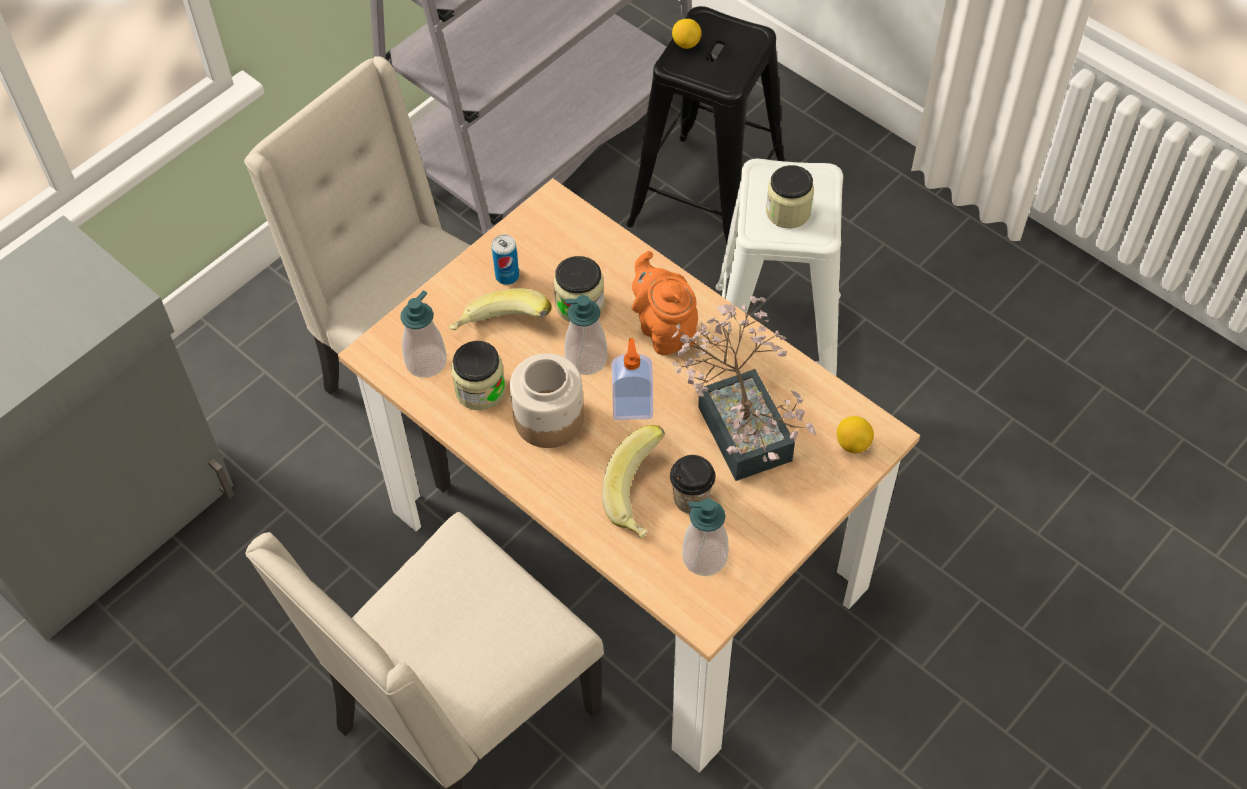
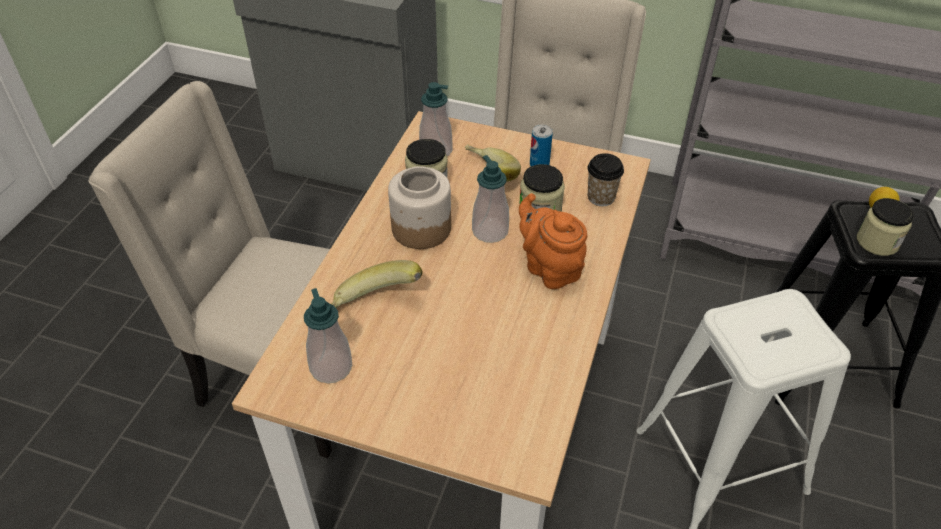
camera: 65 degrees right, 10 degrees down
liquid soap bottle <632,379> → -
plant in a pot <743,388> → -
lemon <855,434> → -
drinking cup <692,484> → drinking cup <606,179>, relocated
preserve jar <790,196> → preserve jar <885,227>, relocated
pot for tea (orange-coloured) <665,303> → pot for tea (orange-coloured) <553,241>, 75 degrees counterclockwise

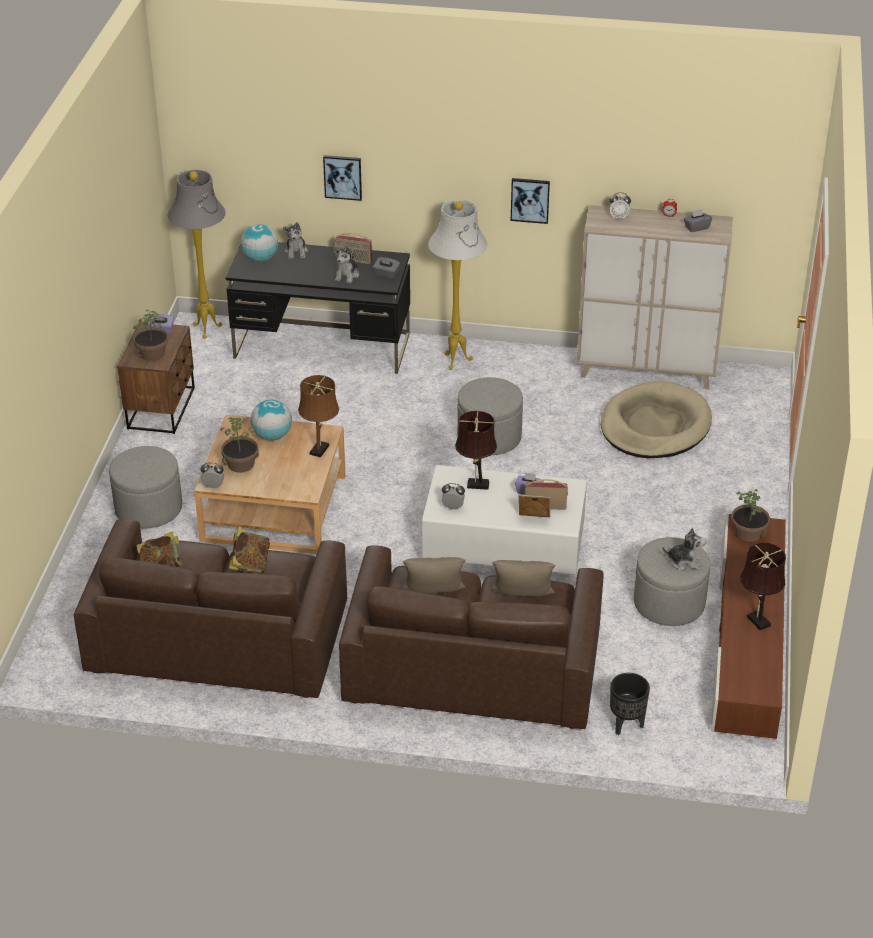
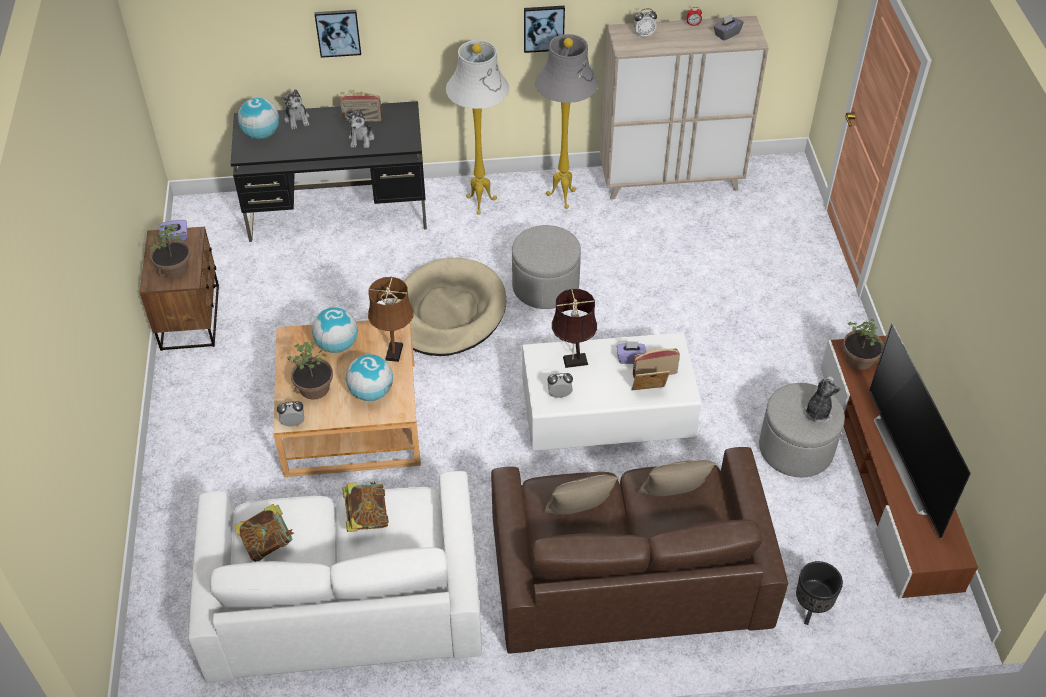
camera: 15 degrees left, 10 degrees up
pouffe (grey) <145,487> → -
tissue holder (grey) <386,267> → -
- → globe <369,377>
standing lamp (grey) <196,254> → standing lamp (grey) <566,121>, relocated
pet bed (beige) <656,419> → pet bed (beige) <449,307>, relocated
tabletop lamp (brown-coloured) <763,586> → TV <920,430>
sofa (brown-coloured) <210,608> → sofa (white) <335,576>
plush toy <684,549> → plush toy <822,399>, 60 degrees counterclockwise

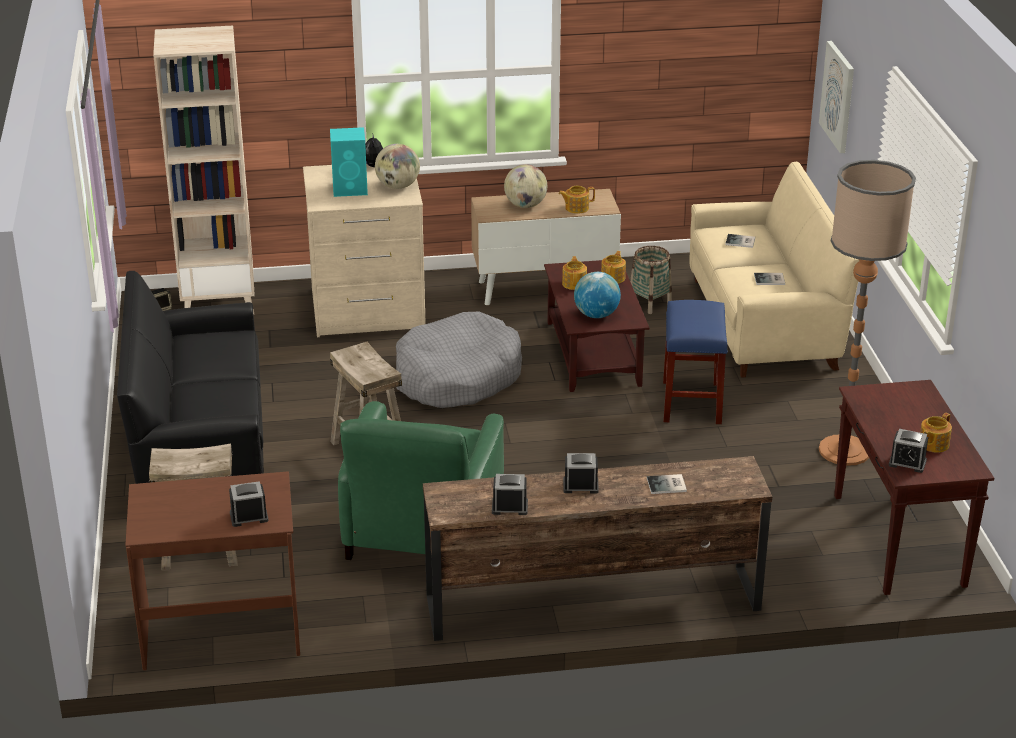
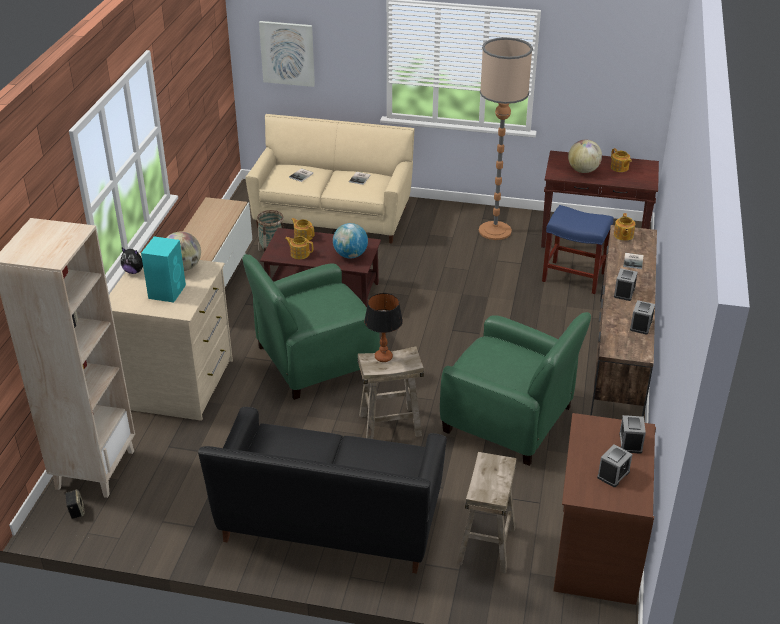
camera: 70 degrees left, 5 degrees up
- → tabletop lamp <383,327>
globe <525,186> → globe <585,156>, relocated
pot for tea <576,200> → pot for tea <624,227>, relocated
sitting stool (bluish) <695,362> → sitting stool (bluish) <578,249>, relocated
alarm clock <908,451> → alarm clock <614,465>, relocated
pet bed (grey) <459,360> → easy chair (greenish) <311,327>

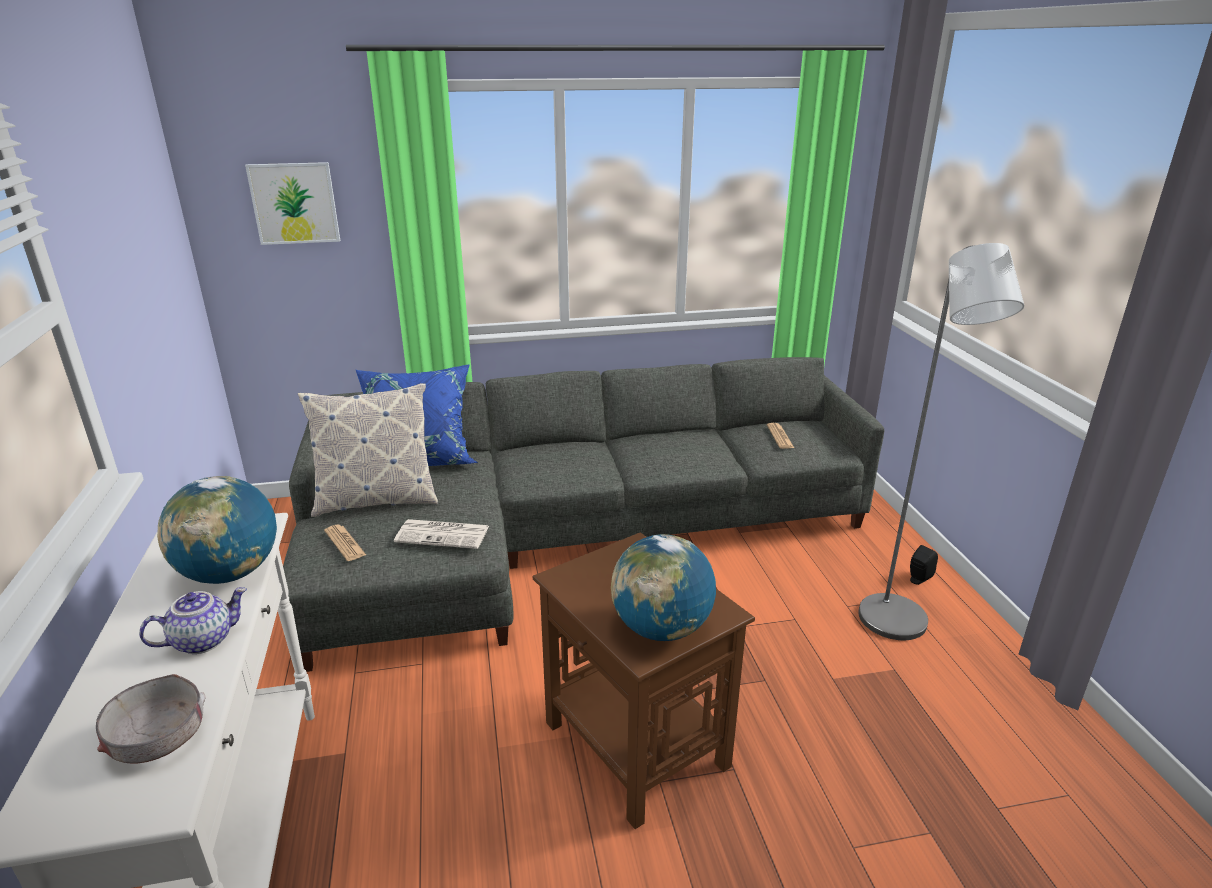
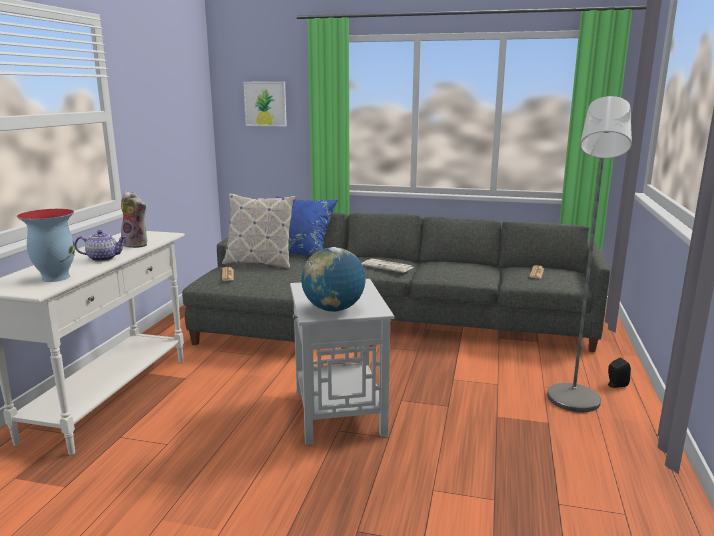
camera: 25 degrees right, 10 degrees down
newspaper <441,534> → newspaper <388,266>, relocated
serving bowl (grey) <150,718> → flower vase <46,245>
globe <217,530> → plush toy <134,219>
end table (brown-coloured) <644,680> → end table (white) <342,362>

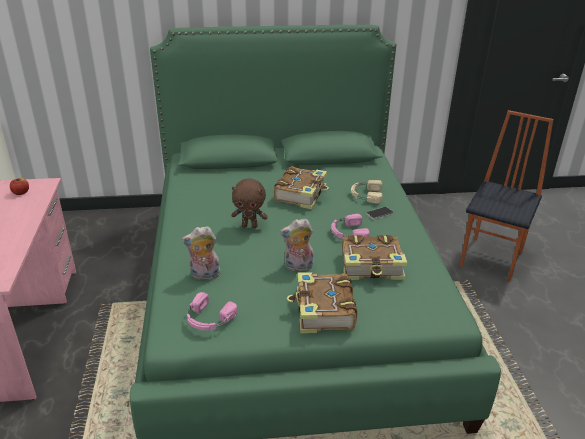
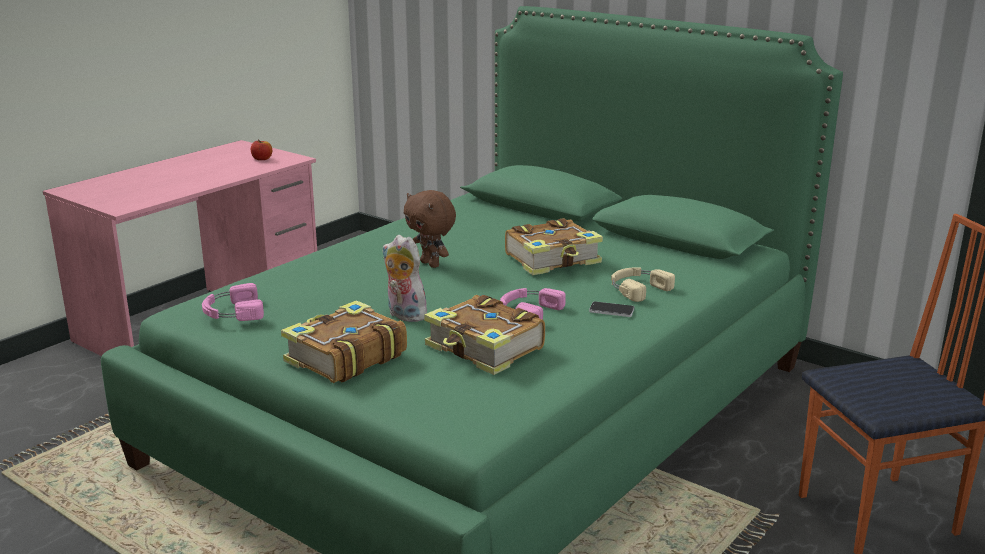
camera: 45 degrees right, 10 degrees down
plush toy <201,253> → -

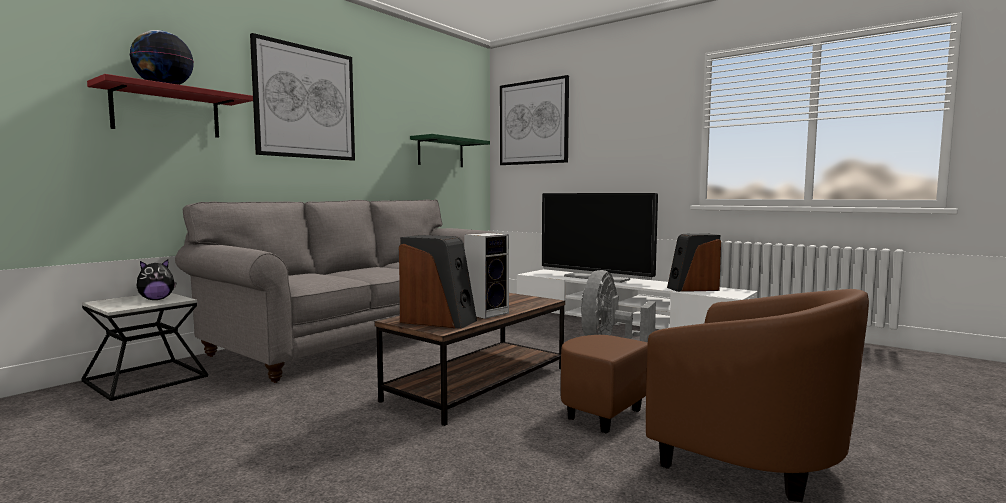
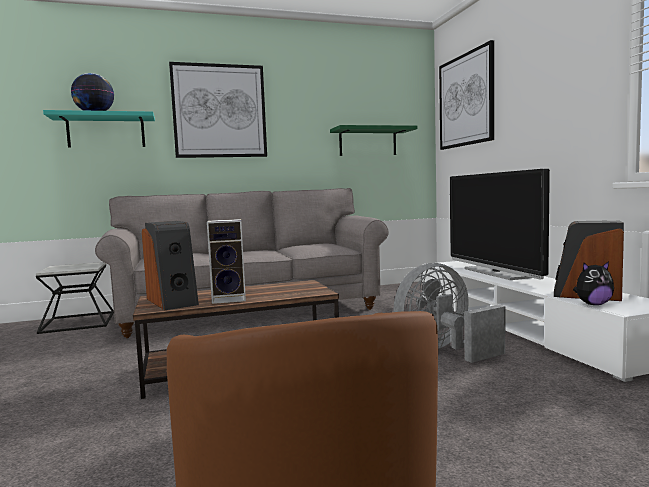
camera: 35 degrees right, 0 degrees up
plush toy <157,279> → plush toy <593,283>, relocated
bracket shelf (red-coloured) <170,106> → bracket shelf (turquoise) <99,128>

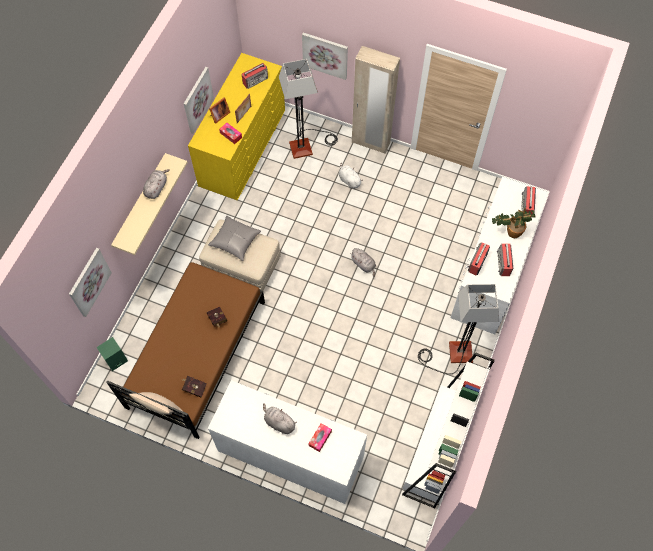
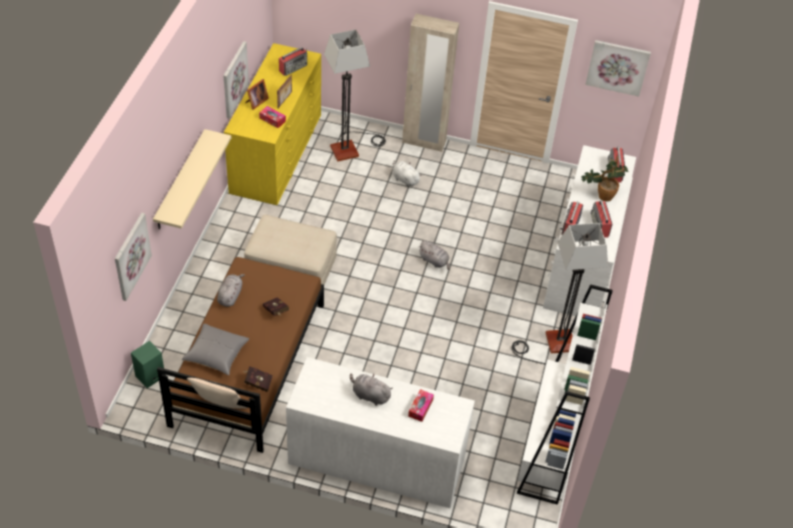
camera: 10 degrees left, 15 degrees down
plush toy (grey) <156,184> → plush toy (grey) <231,290>, relocated
pillow (grey) <234,238> → pillow (grey) <215,349>, relocated
wall picture <325,56> → wall picture <618,68>, relocated

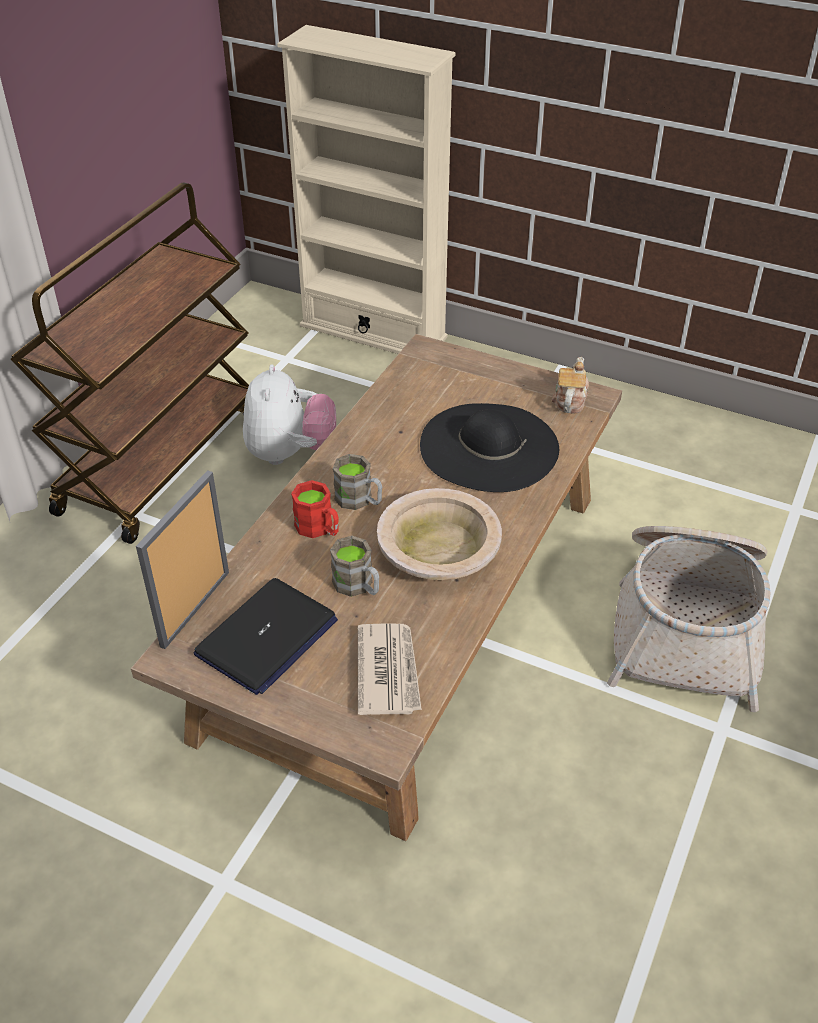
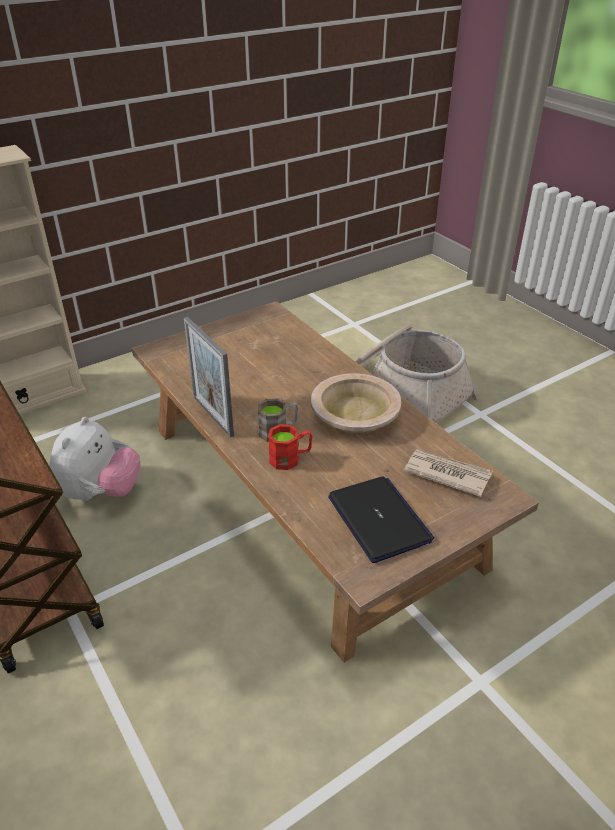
camera: 60 degrees left, 5 degrees down
coffee mug (brown-coloured) <354,566> → -
hat (black) <489,447> → -
pot for tea <570,385> → -
photo frame <182,559> → photo frame <209,377>, relocated
plush toy <289,414> → plush toy <95,459>, 75 degrees clockwise

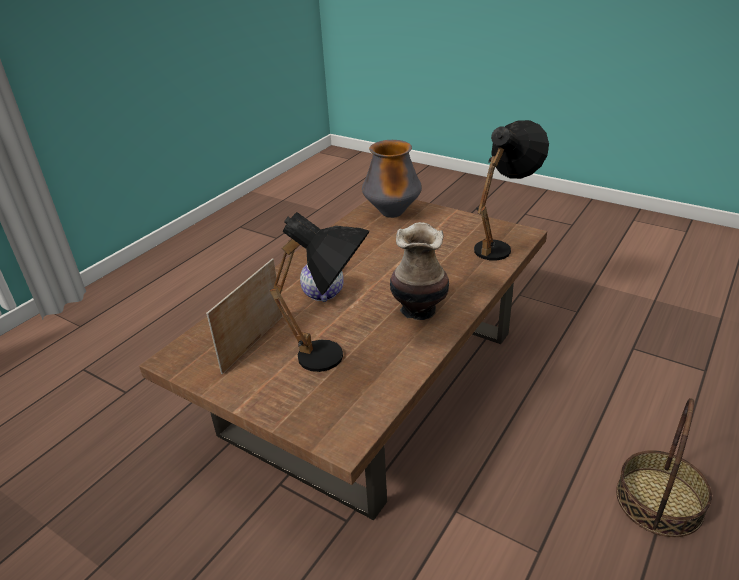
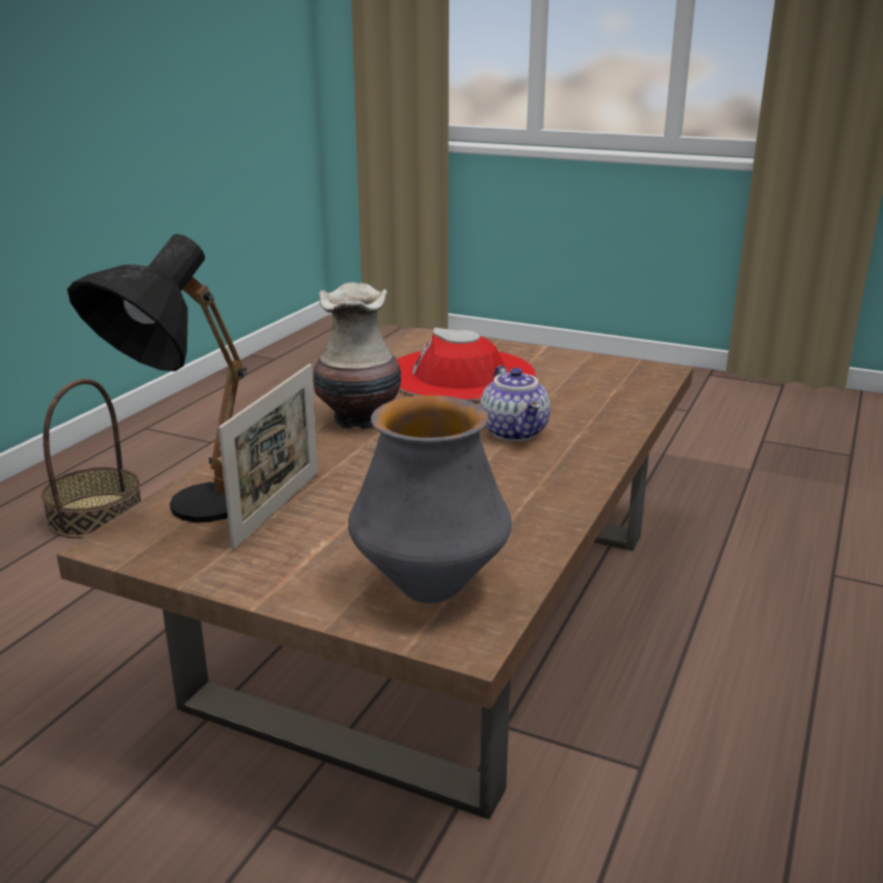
camera: 170 degrees right, 10 degrees down
photo frame <244,316> → photo frame <268,457>, relocated
tabletop lamp (black) <319,292> → hat (red-coloured) <466,364>

